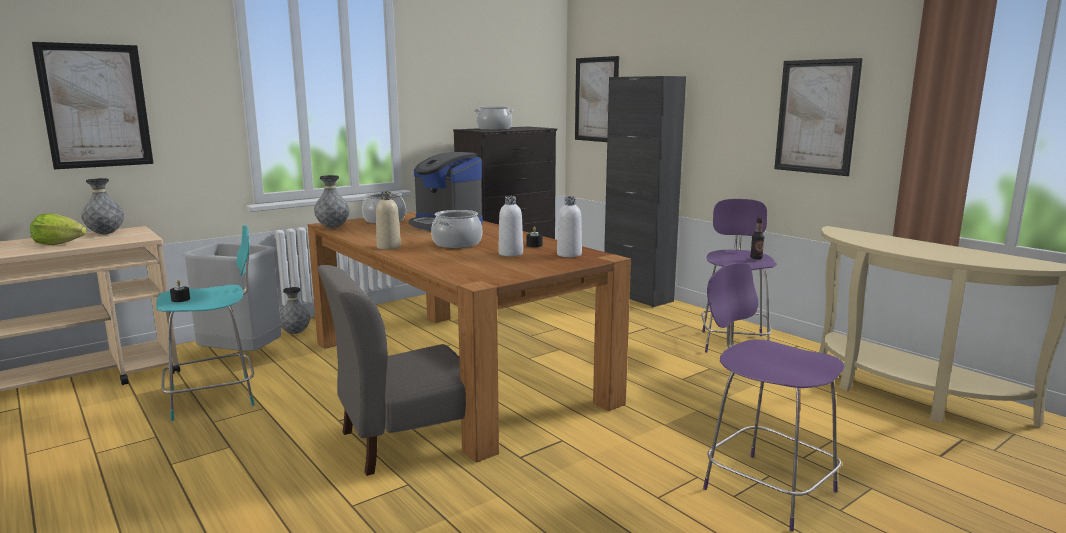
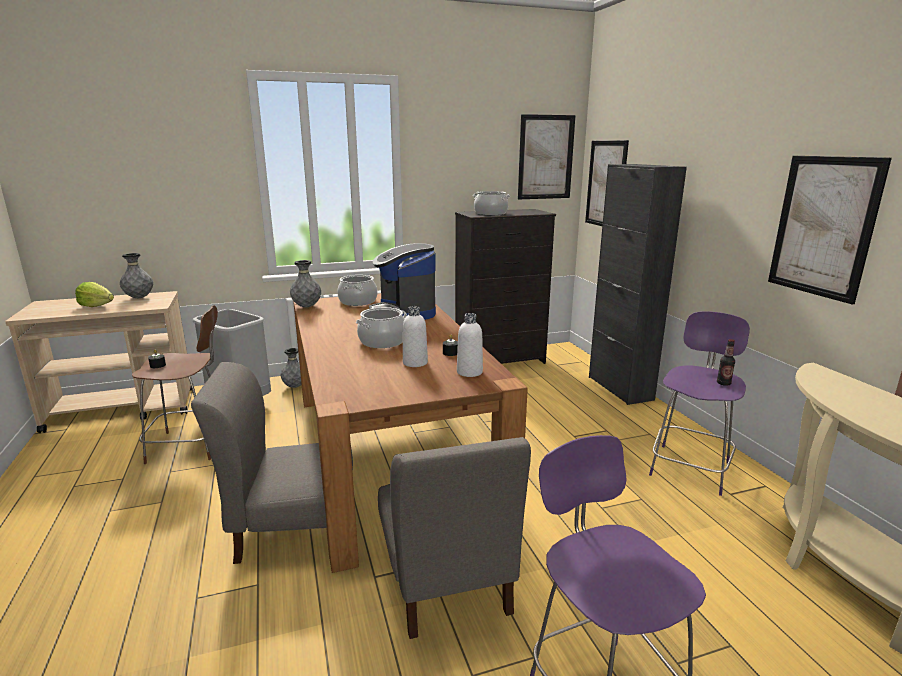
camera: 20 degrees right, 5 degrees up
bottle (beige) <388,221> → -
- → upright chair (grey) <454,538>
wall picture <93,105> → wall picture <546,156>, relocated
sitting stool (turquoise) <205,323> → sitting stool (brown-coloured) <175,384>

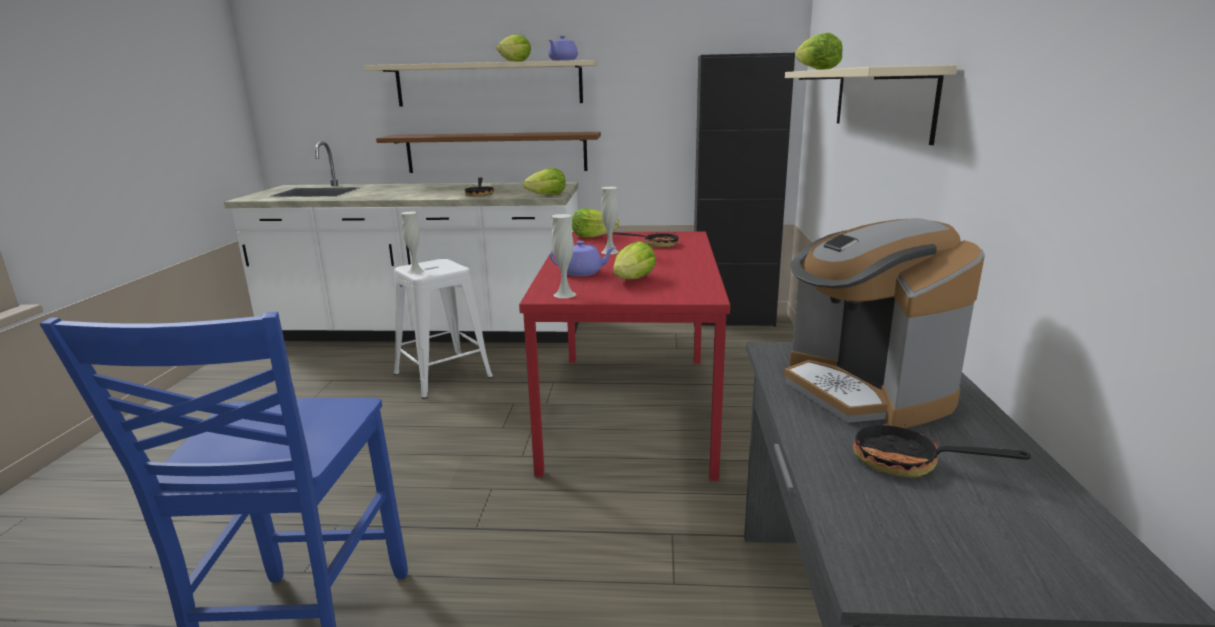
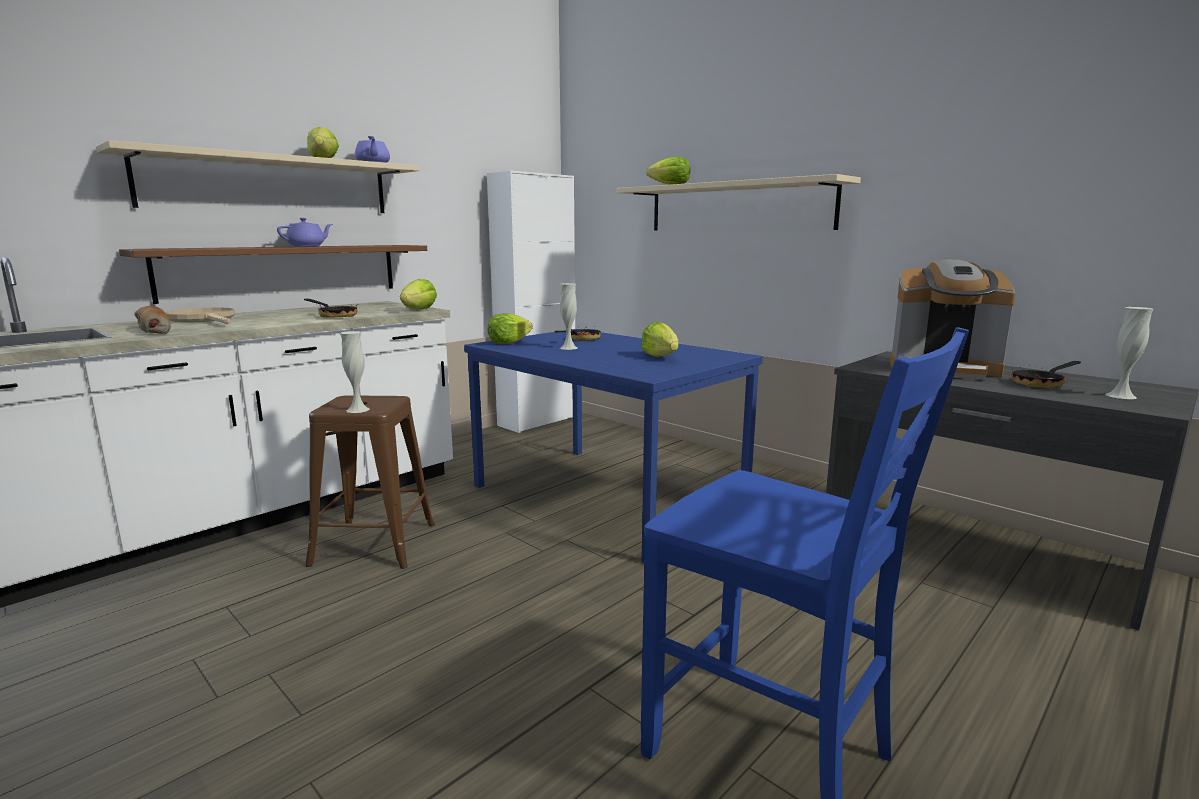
camera: 50 degrees left, 5 degrees down
- → baked bread <152,320>
- → pan (beige) <200,315>
pot for tea (purple-coloured) <583,258> → pot for tea (purple-coloured) <305,232>, relocated
flower vase (white) <563,256> → flower vase (white) <1129,353>, relocated
sitting stool (white) <443,329> → sitting stool (brown-coloured) <370,482>
dinner table (red-coloured) <624,356> → dinner table (bluish) <613,446>
cabinet (black) <744,190> → cabinet (white) <531,301>

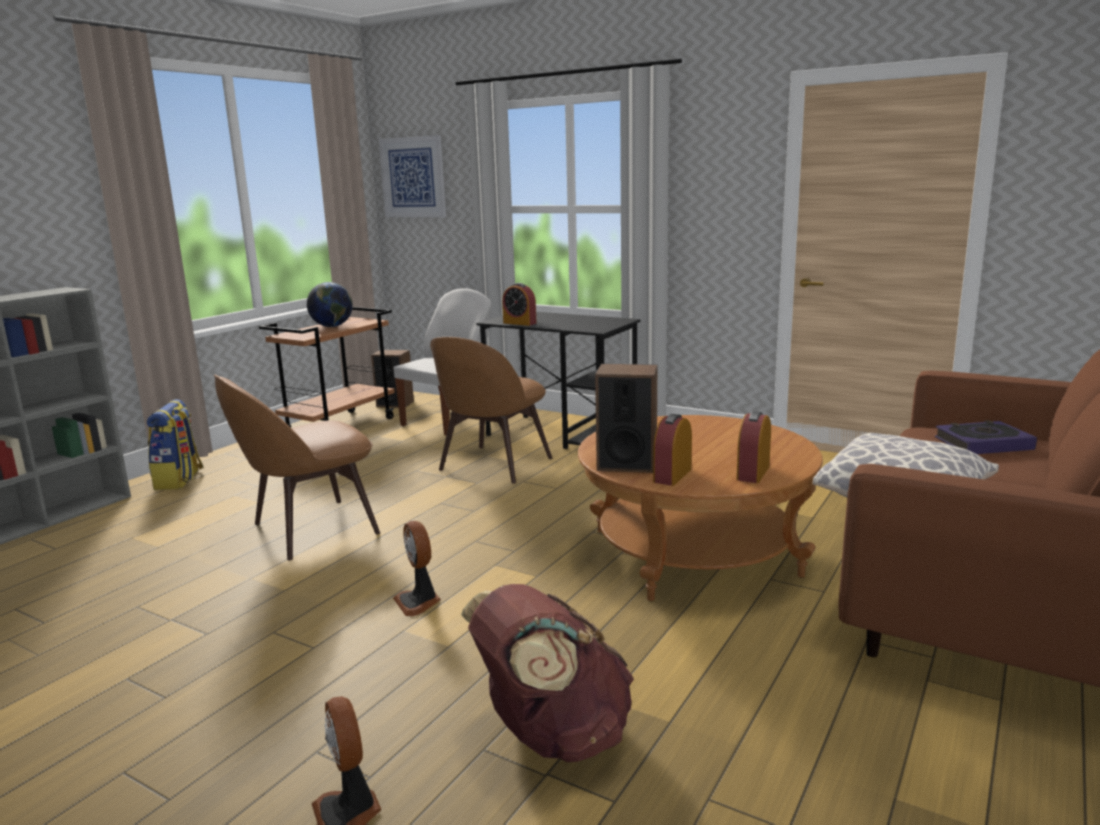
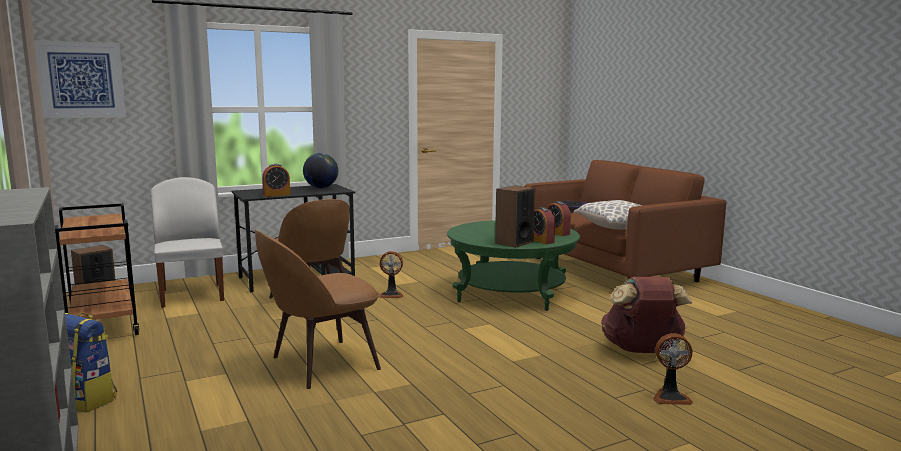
camera: 60 degrees left, 5 degrees down
globe <330,304> → globe <320,170>, relocated
fan <417,568> → fan <390,274>, relocated
low table (brown-coloured) <700,508> → low table (greenish) <513,265>
upright chair (brown-coloured) <297,467> → upright chair (brown-coloured) <317,309>, 60 degrees clockwise

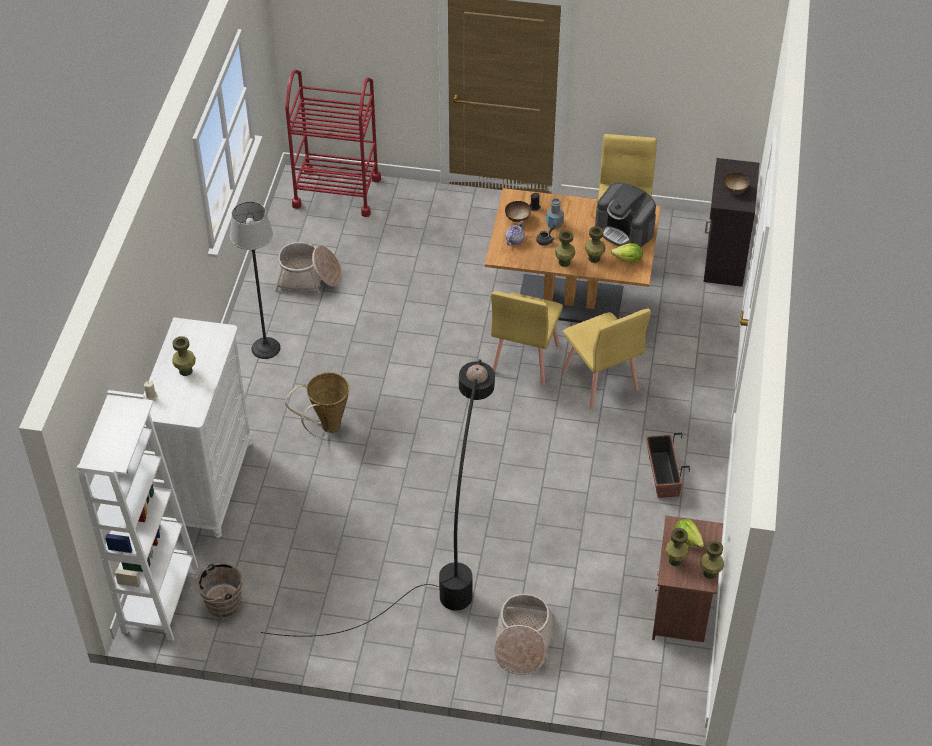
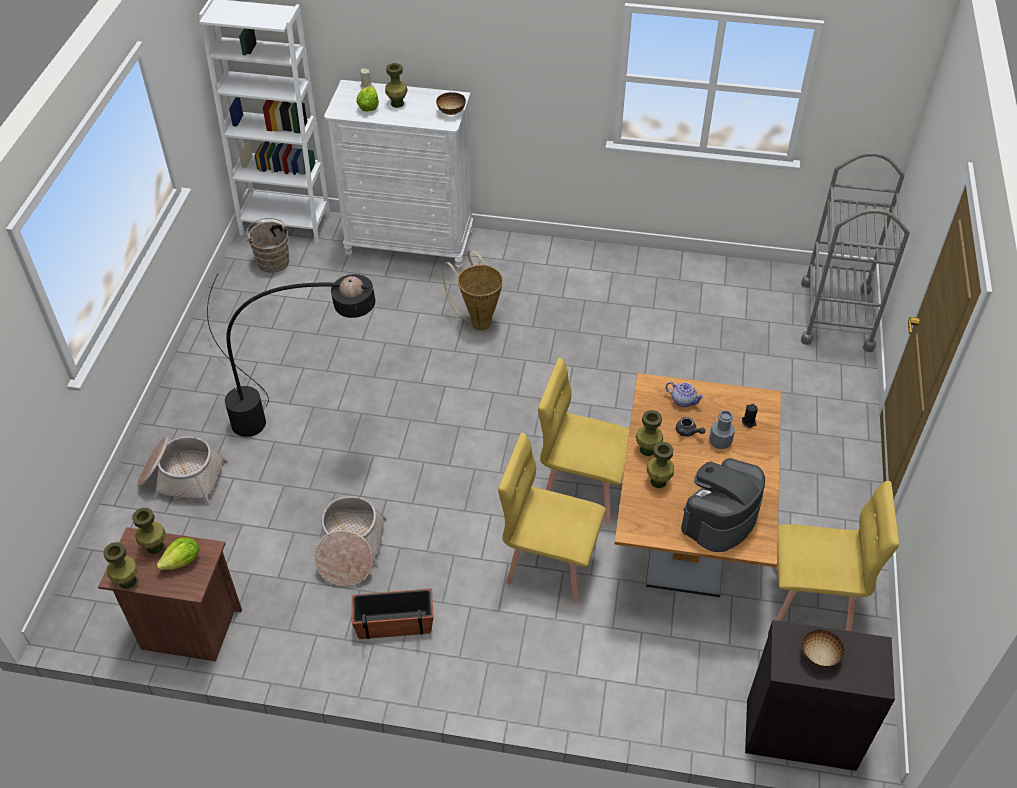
camera: 90 degrees right, 0 degrees up
standing lamp <255,280> → -
household basket <308,268> → household basket <351,541>, relocated
serving bowl <518,211> → serving bowl <451,103>, relocated
lettuce head <627,252> → lettuce head <367,99>, relocated
wheeled cart (red-coloured) <333,143> → wheeled cart (grey) <855,252>
upright chair (yellowish) <607,359> → upright chair (yellowish) <552,518>, 45 degrees clockwise

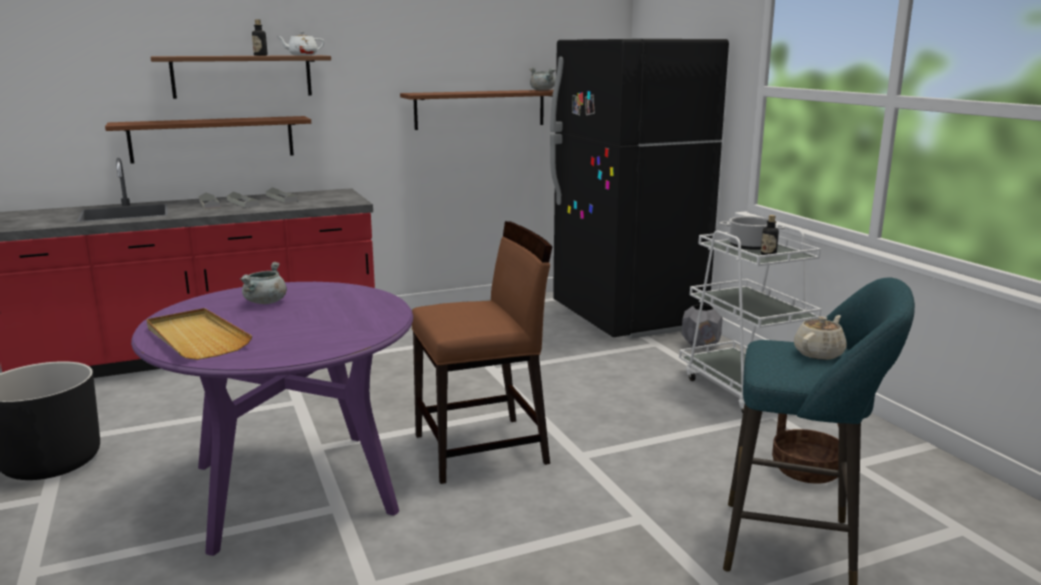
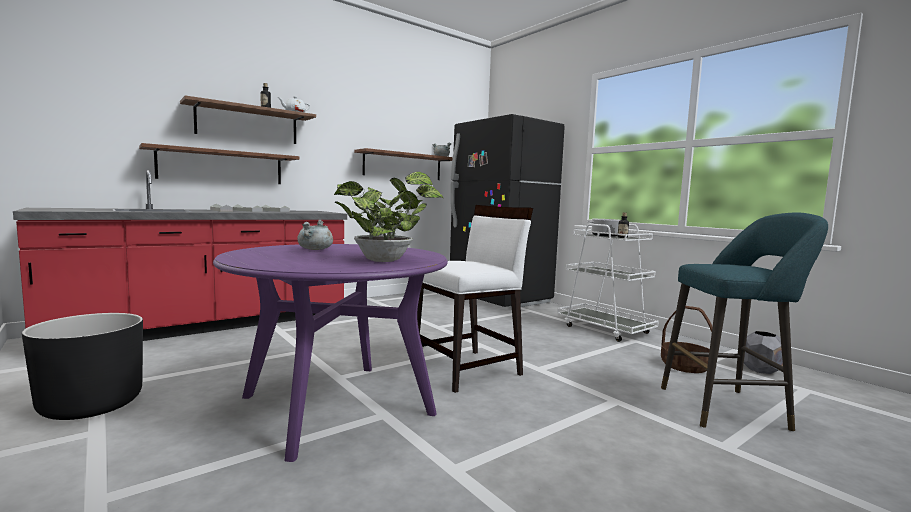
camera: 15 degrees left, 10 degrees down
tray (beige) <199,334> → -
pot for tea (beige) <820,337> → -
- → plant in a pot <388,217>
planter (grey) <702,326> → planter (grey) <763,352>, relocated
upright chair (brown-coloured) <482,352> → upright chair (white) <475,299>

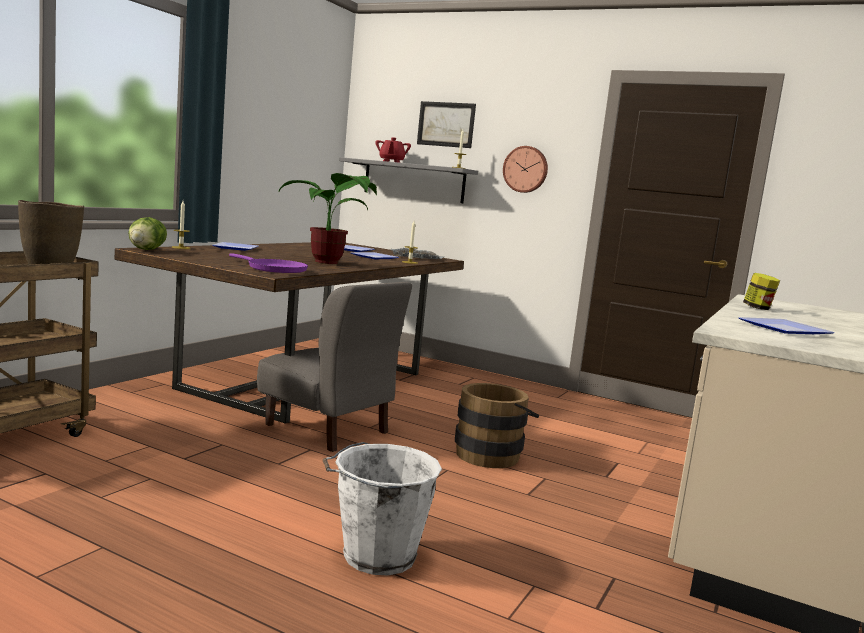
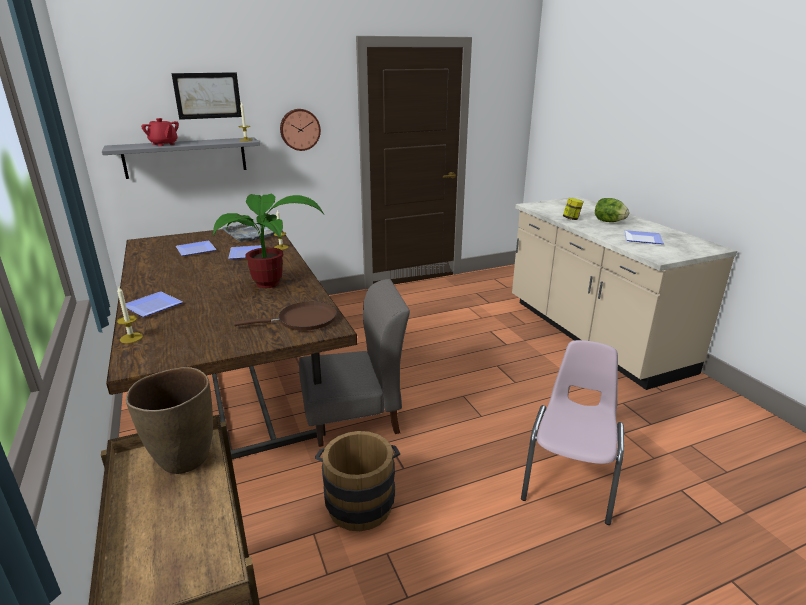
camera: 50 degrees left, 15 degrees up
lettuce head <147,233> → lettuce head <612,210>, relocated
water bucket (brown-coloured) <497,425> → water bucket (brown-coloured) <357,481>, relocated
water bucket (white) <382,508> → upright chair (pink) <572,432>
pan (purple-coloured) <268,263> → pan (brown-coloured) <285,316>

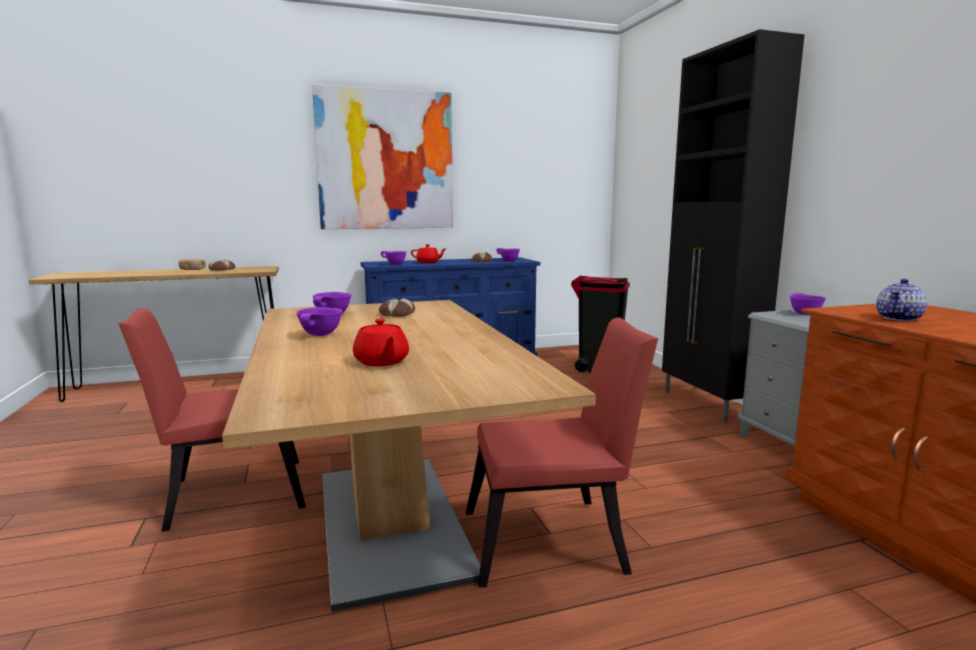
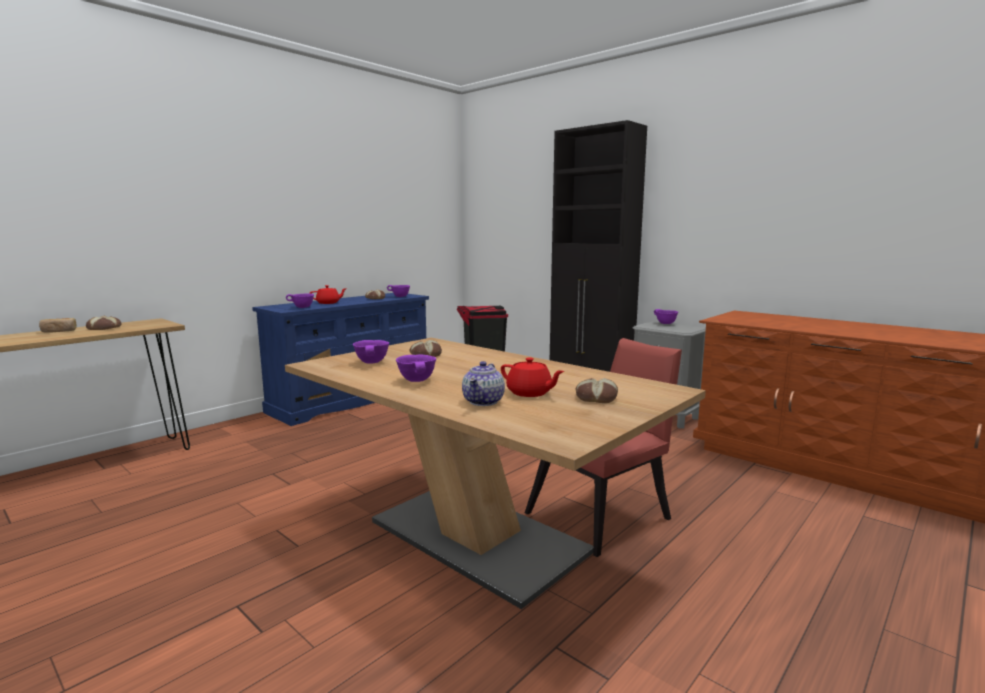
camera: 30 degrees left, 0 degrees up
upright chair (red-coloured) <212,420> → -
wall picture <382,156> → -
- → baked bread <597,390>
pot for tea <902,300> → pot for tea <483,383>, relocated

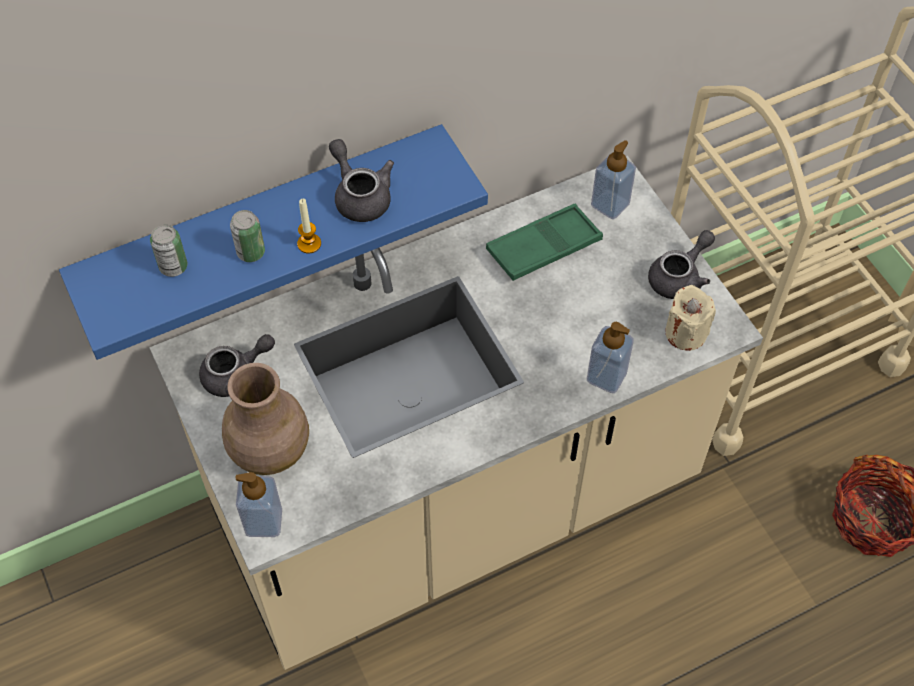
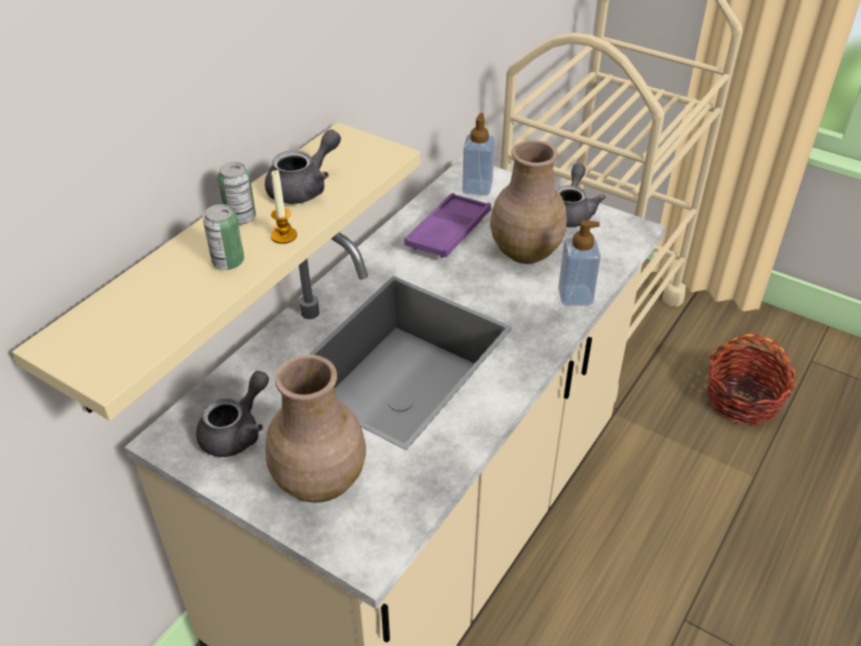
camera: 30 degrees left, 15 degrees down
liquid soap bottle <259,504> → -
wax light (beige) <690,318> → -
- → flower vase (brown-coloured) <528,202>
can <168,250> → can <237,193>, relocated
bracket shelf (bluish) <273,242> → bracket shelf (beige) <216,271>
tray (greenish) <544,242> → tray (purple-coloured) <447,225>
pot for tea (grey) <361,180> → pot for tea (grey) <303,166>, 105 degrees clockwise

